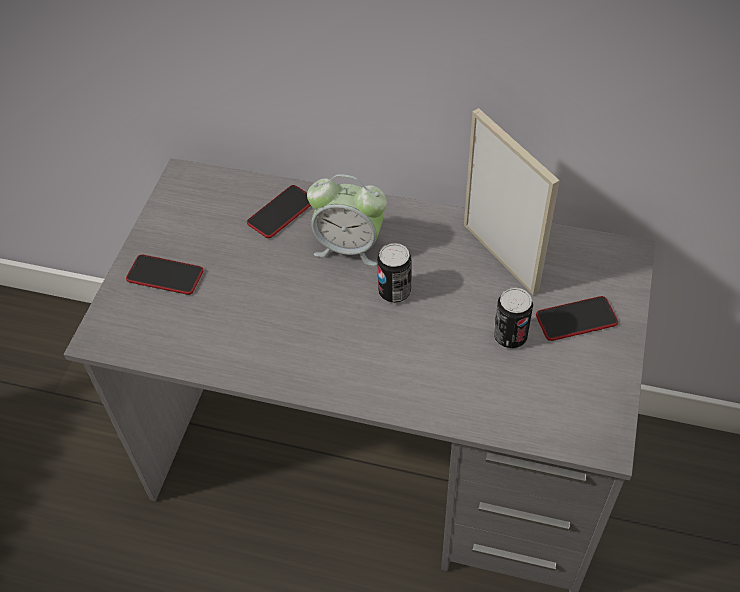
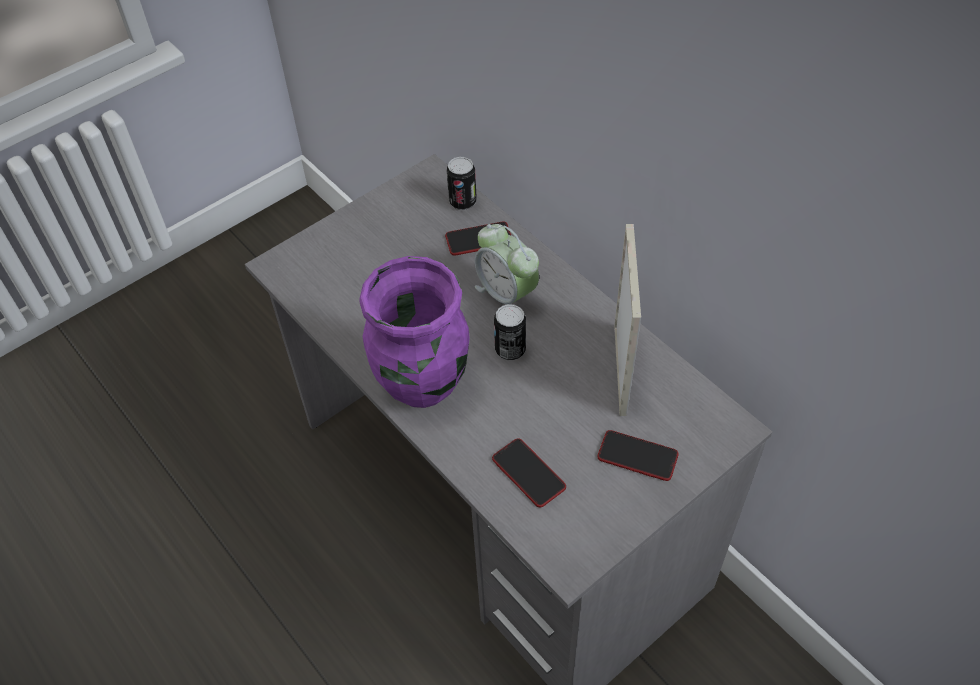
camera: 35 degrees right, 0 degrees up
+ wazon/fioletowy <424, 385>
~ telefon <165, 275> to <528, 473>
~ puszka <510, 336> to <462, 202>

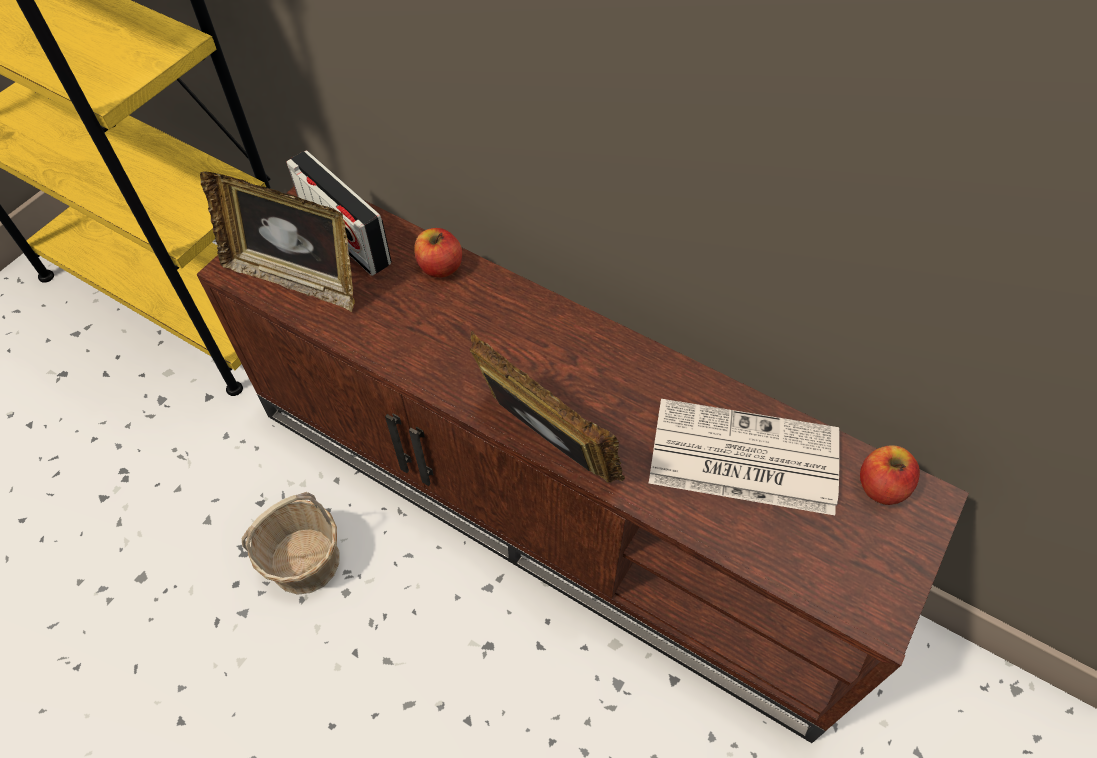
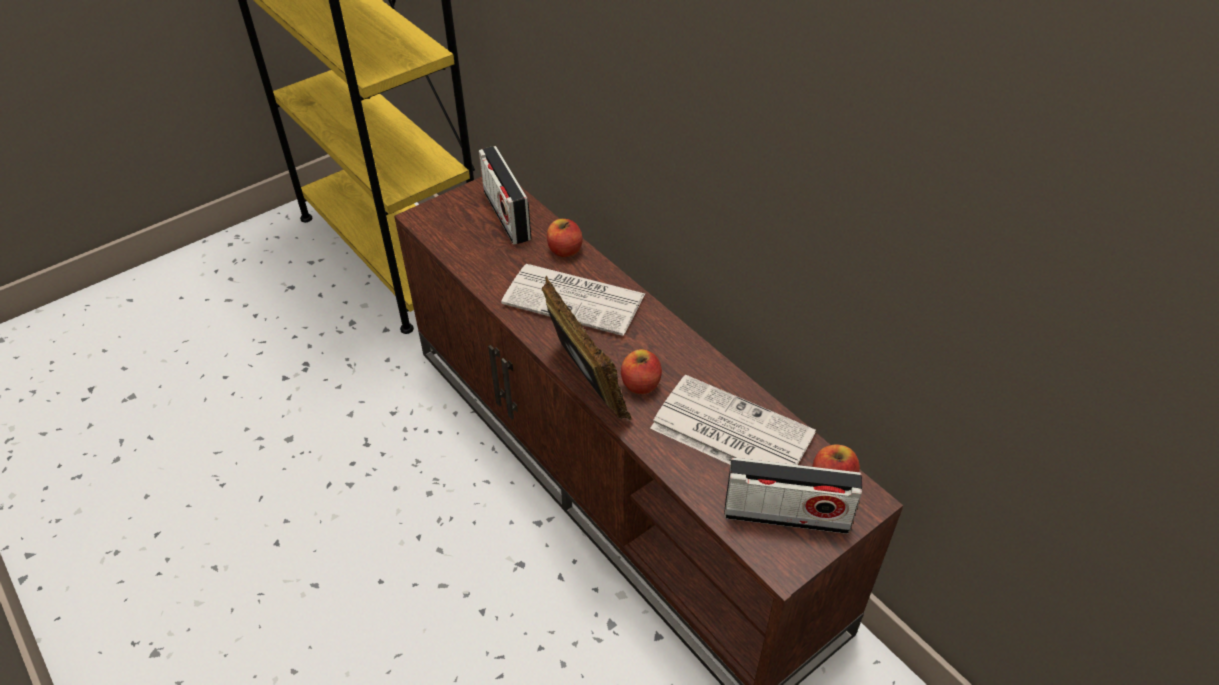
camera: 20 degrees right, 10 degrees down
- ramka na zdjęcie <295, 278>
- koszyk <306, 561>
+ gazeta <576, 299>
+ jabłko <640, 384>
+ radio <786, 516>

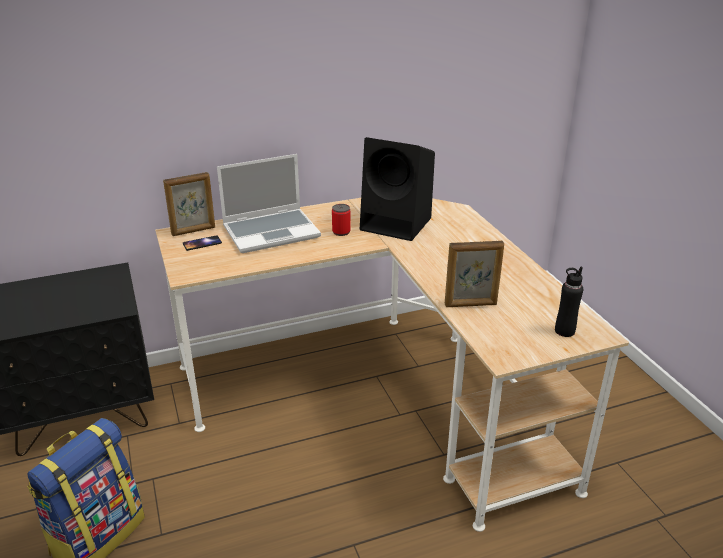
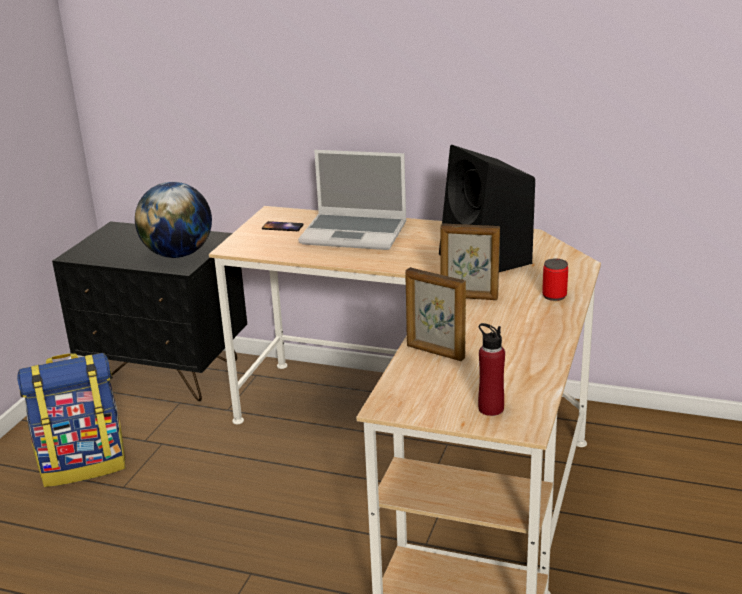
camera: 40 degrees right, 5 degrees down
+ globus <178, 254>
~ ramka na zdjęcie <194, 231> to <469, 297>
~ puszka <341, 232> to <554, 296>
~ butelka/czarny <564, 331> to butelka/czerwony <490, 408>

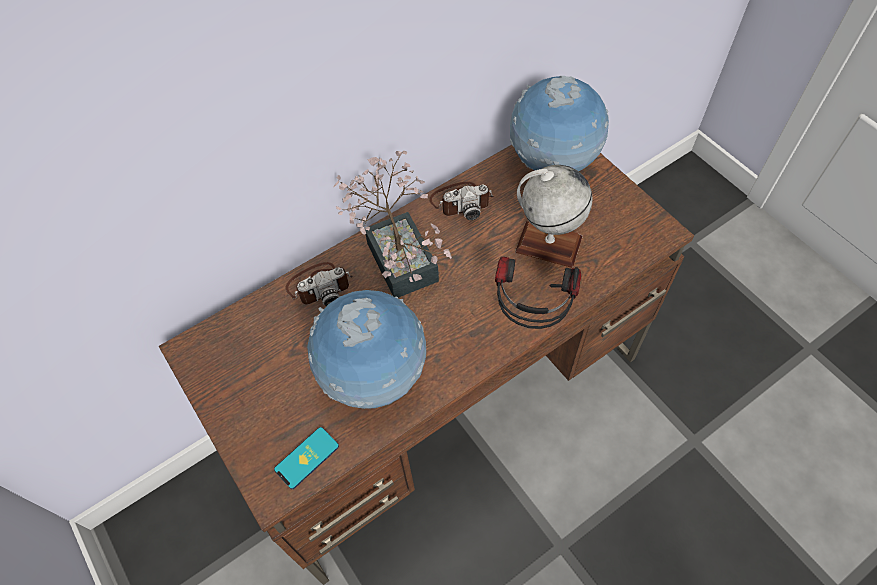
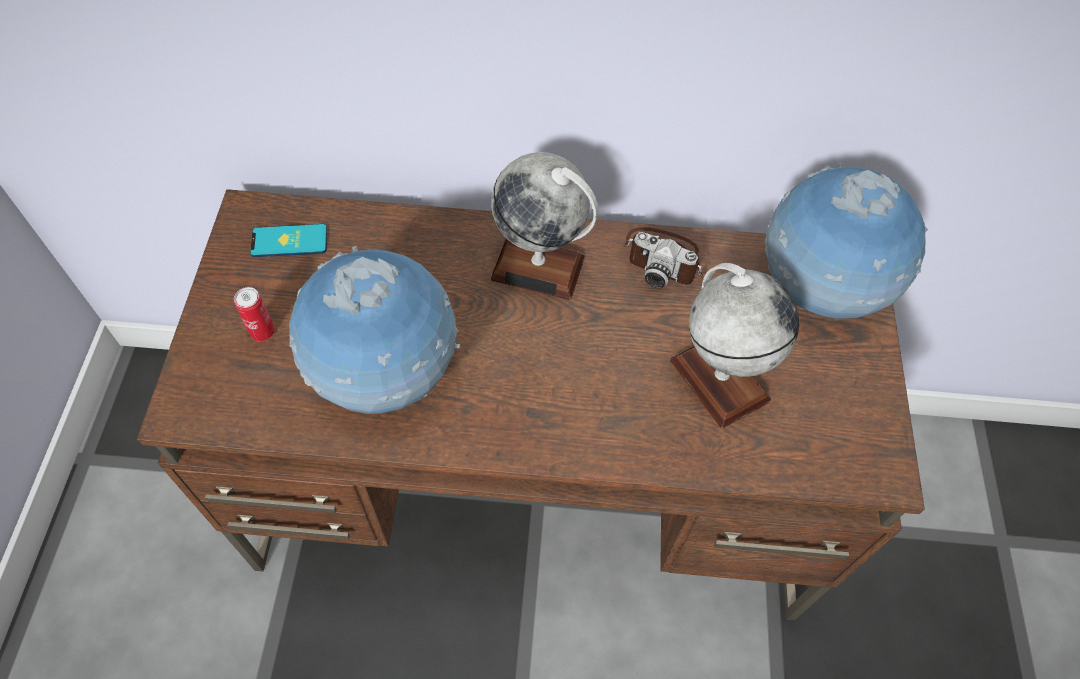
camera: 35 degrees right, 0 degrees up
- aparat fotograficzny <320, 285>
- słuchawki <531, 313>
+ puszka <262, 332>
~ telefon <307, 458> to <289, 241>
~ roślina doniczkowa <399, 254> to globus <538, 267>

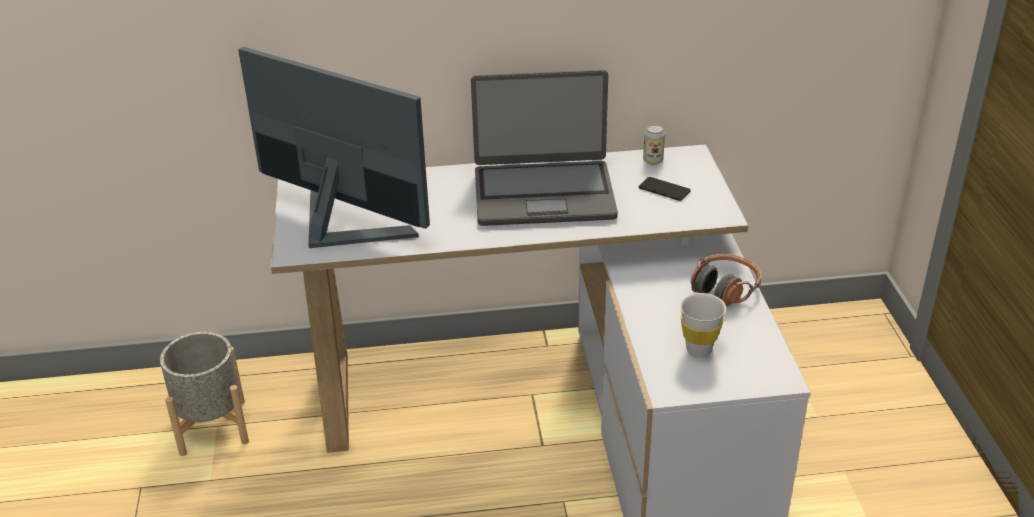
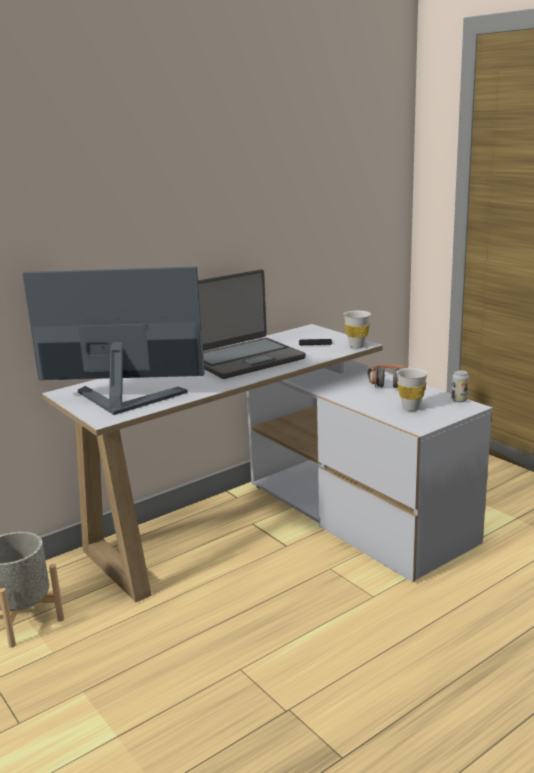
camera: 30 degrees left, 15 degrees down
+ filiżanka/biały <357, 346>
~ puszka <653, 161> to <459, 400>

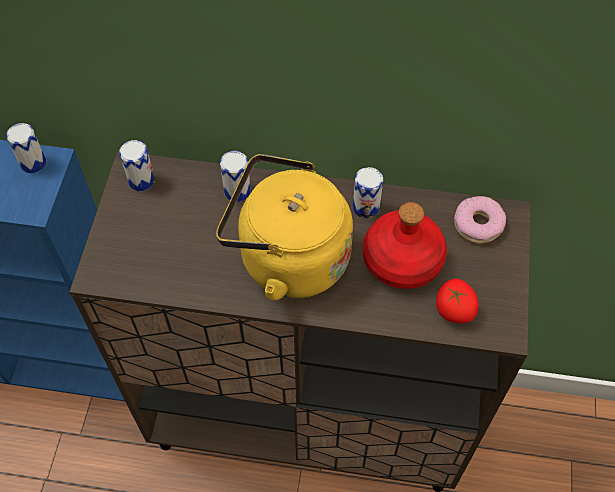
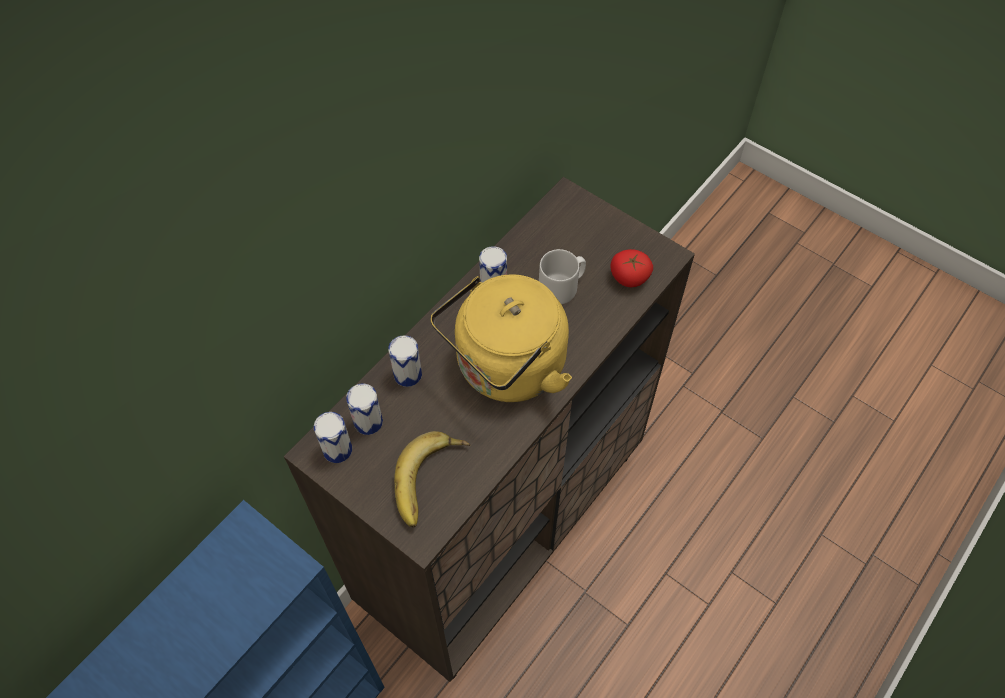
camera: 60 degrees left, 0 degrees up
- donut <477, 224>
+ banan <432, 482>
~ puszka <33, 163> to <368, 422>
~ butelka/czerwony <403, 260> to kubek/szary <562, 287>

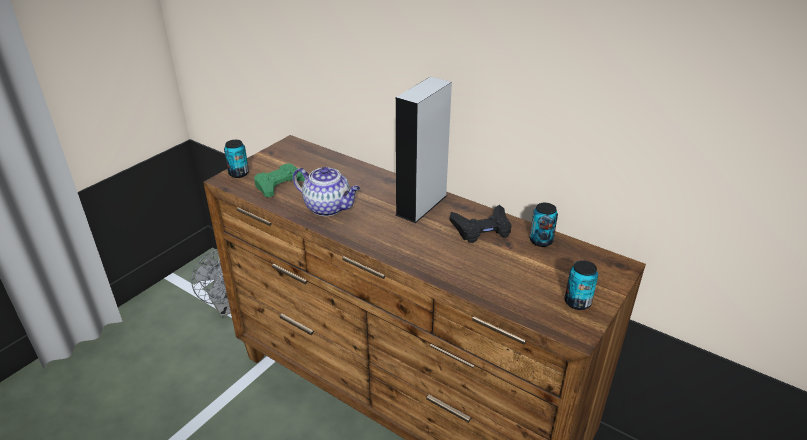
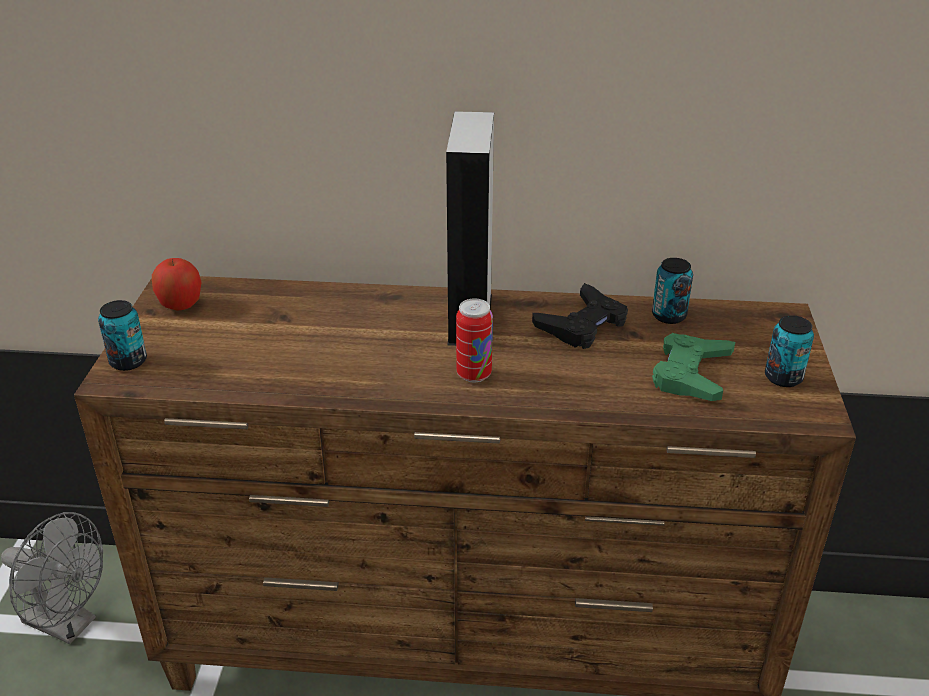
camera: 30 degrees left, 0 degrees up
- imbryk <328, 207>
+ jabłko <180, 305>
+ puszka <474, 374>
~ pad do gier/zielony <281, 185> to <691, 374>

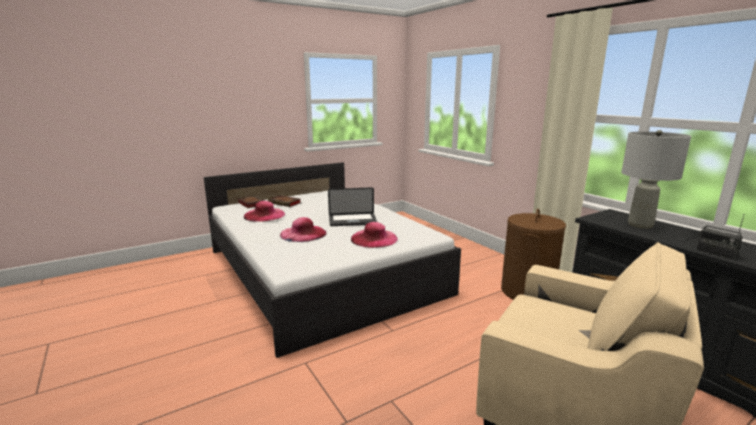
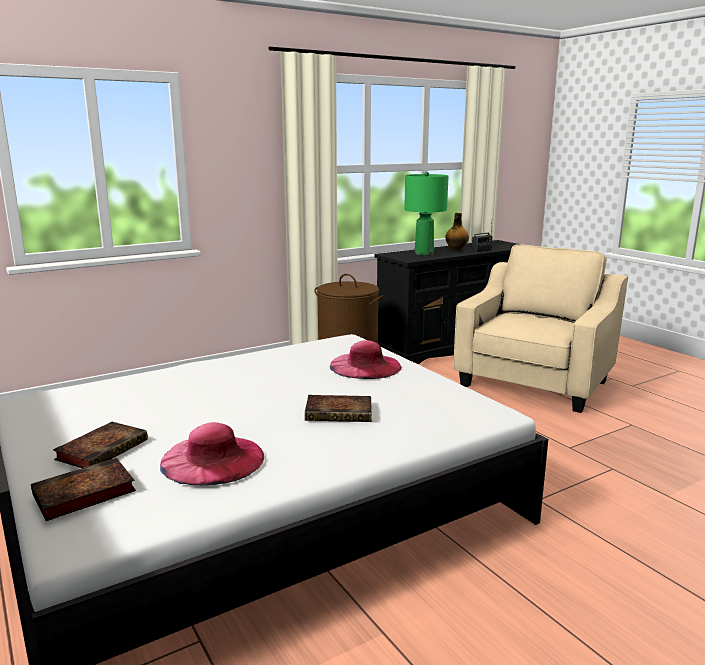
camera: 90 degrees left, 0 degrees up
- laptop <352, 221>
+ butelka <456, 250>
~ kapelusz/różowy <303, 233> to książka <340, 413>
~ lampa stołowa/szary <639, 225> to lampa stołowa/zielony <424, 254>

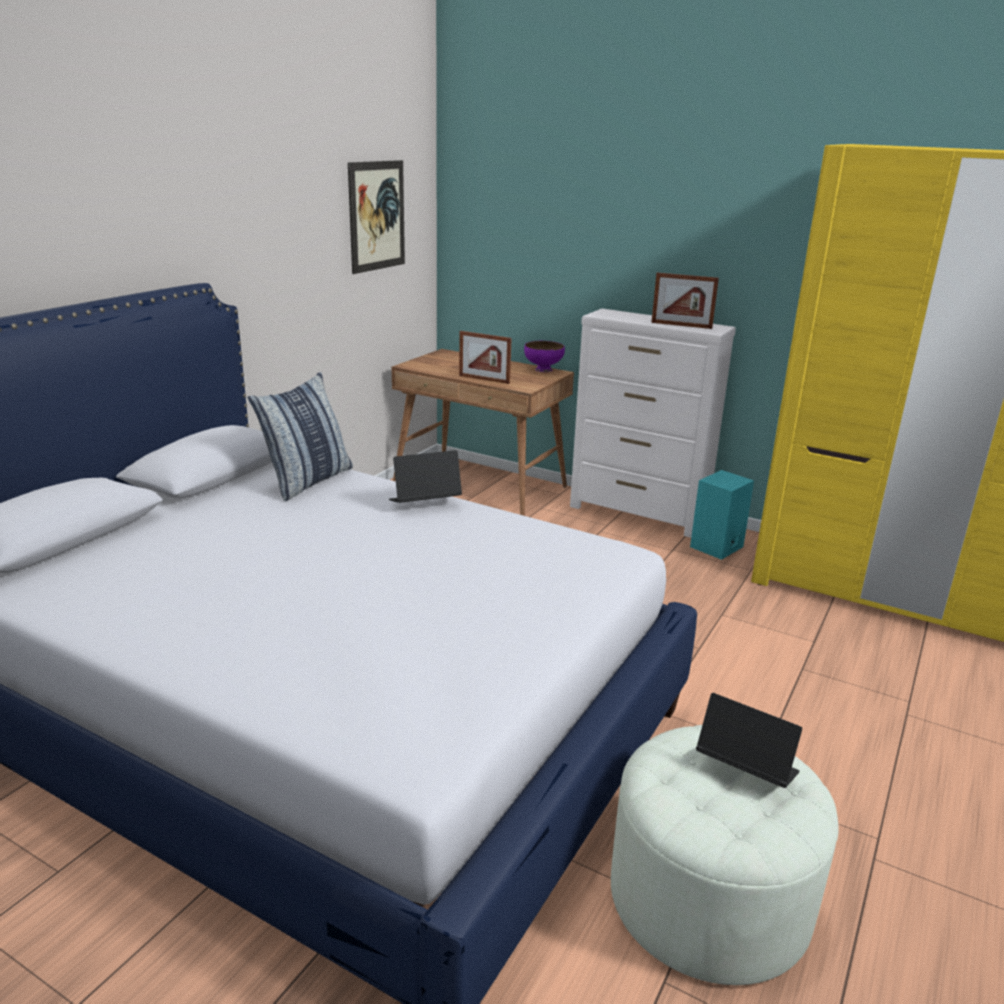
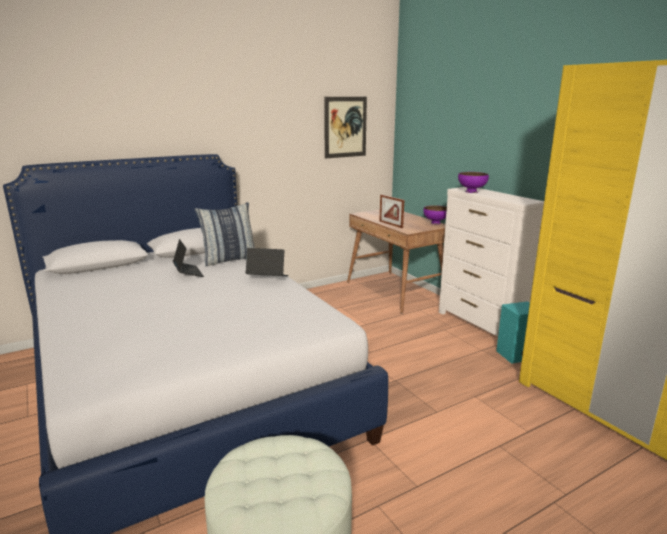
camera: 30 degrees right, 5 degrees down
- ramka na zdjęcie <681, 325>
+ miska/fioletowy <472, 192>
~ laptop <745, 769> to <188, 273>

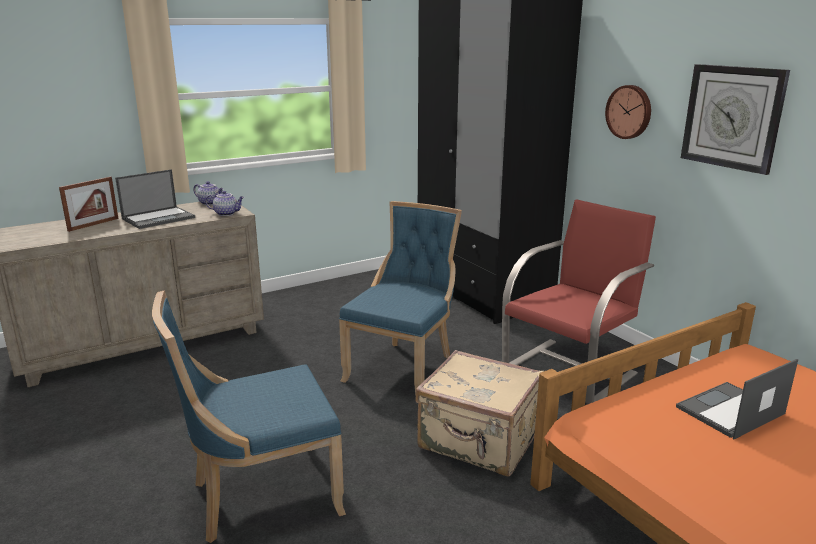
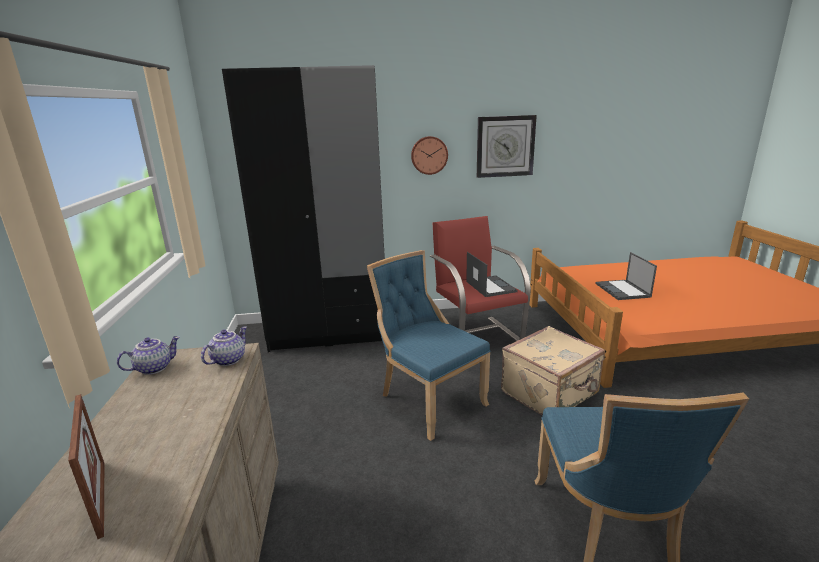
camera: 65 degrees left, 0 degrees up
~ laptop <159, 218> to <490, 286>

